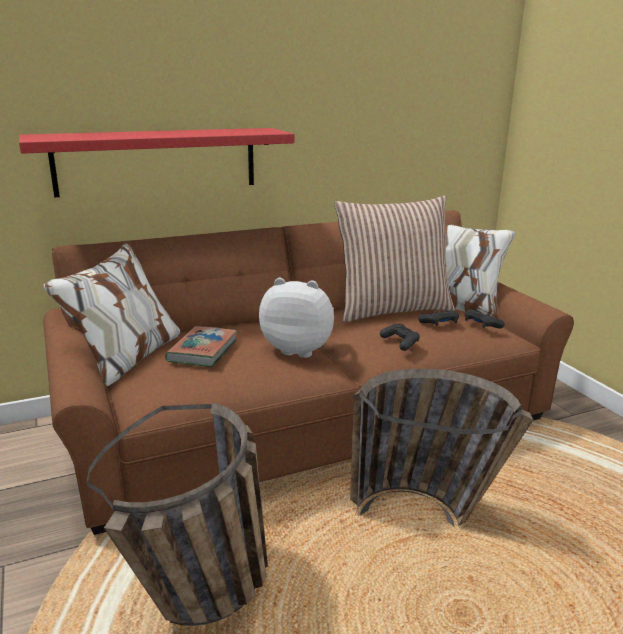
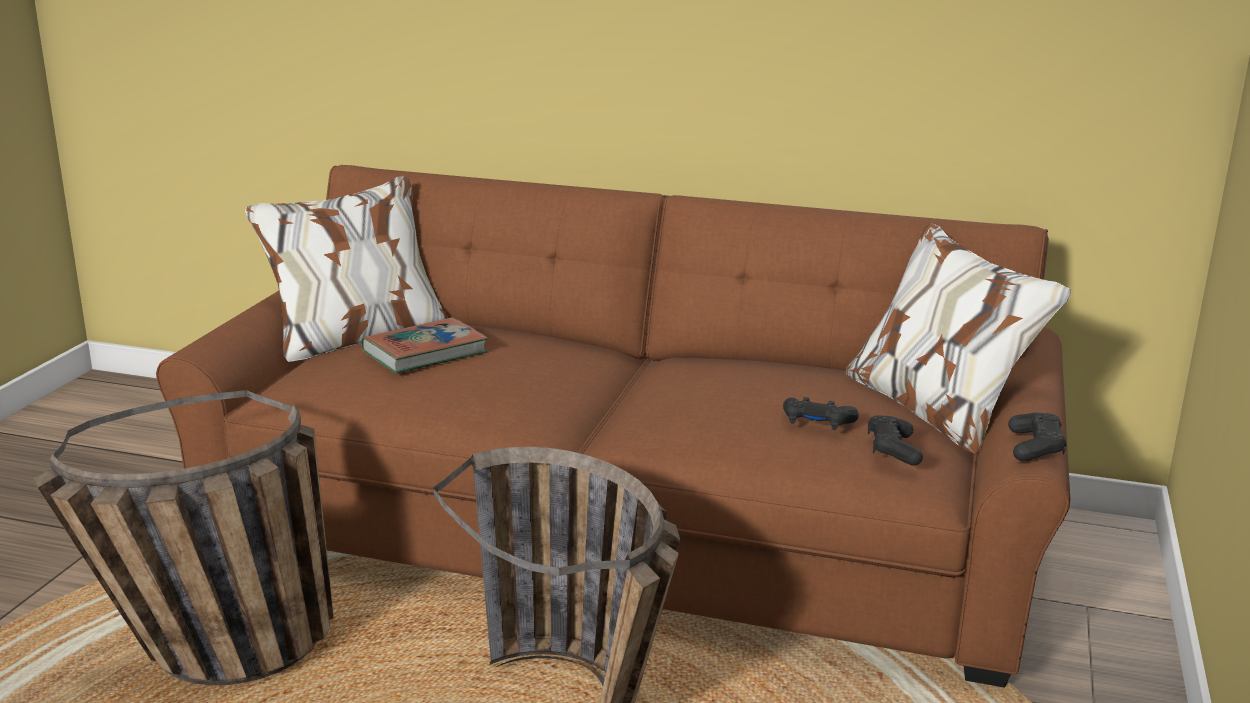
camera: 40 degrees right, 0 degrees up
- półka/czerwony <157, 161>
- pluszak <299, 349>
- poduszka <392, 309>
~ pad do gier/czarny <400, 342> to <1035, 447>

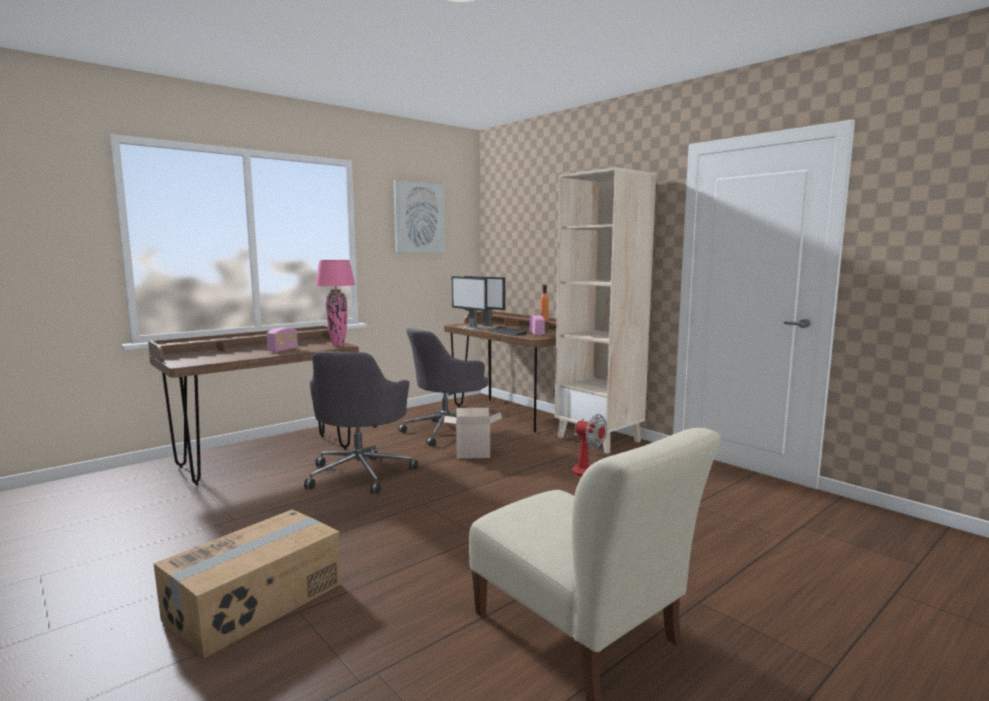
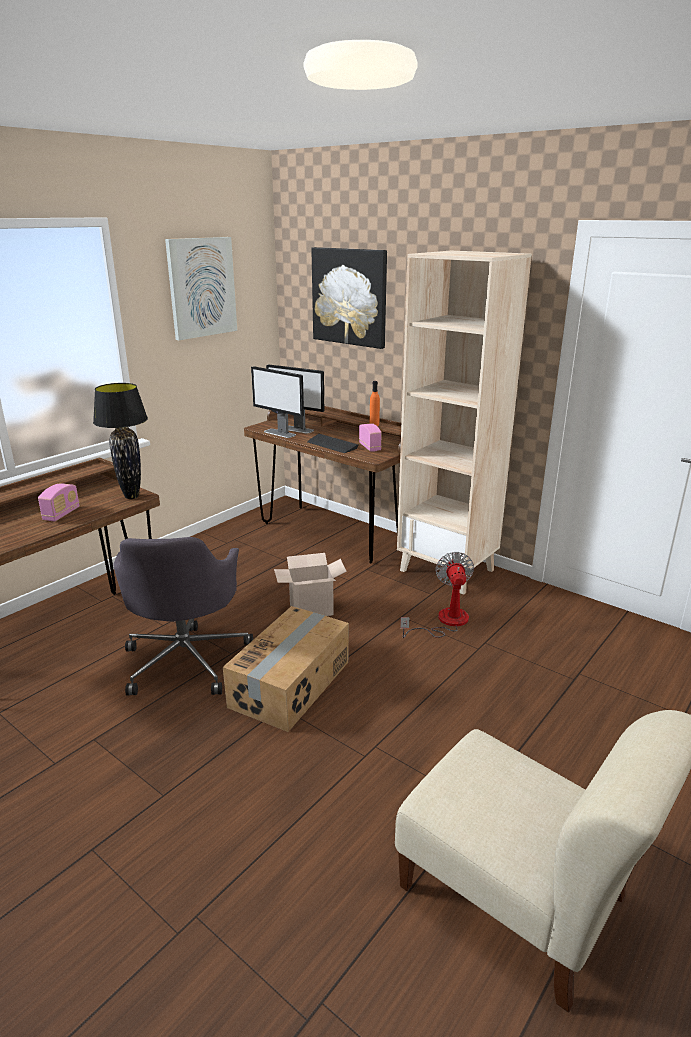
camera: 10 degrees left, 15 degrees up
- krzesło biurowe/szary <446, 431>
+ obraz <350, 297>
~ karton <256, 601> to <291, 684>
~ lampa stołowa/różowy <338, 346> to lampa stołowa/czarny <131, 496>
~ wentylator <584, 467> = <444, 622> 120 degrees counterclockwise

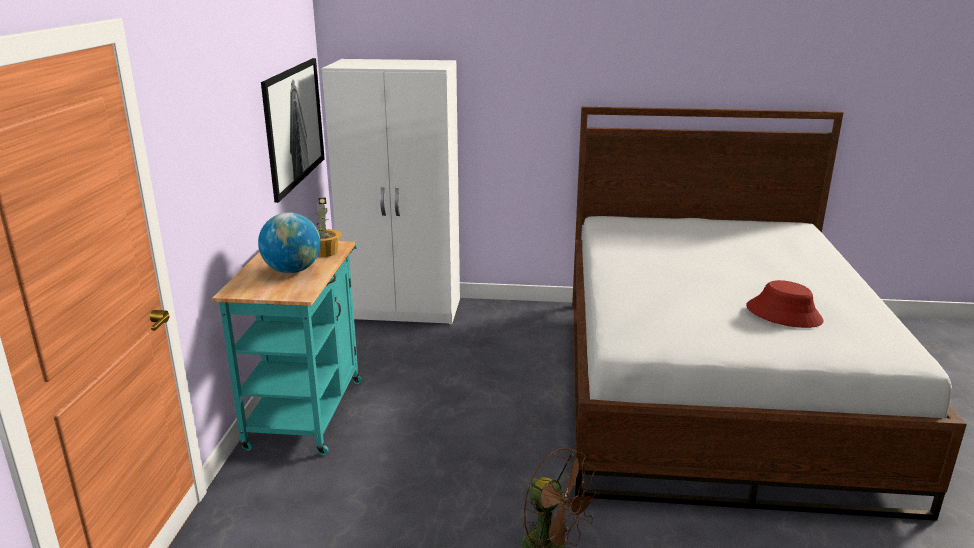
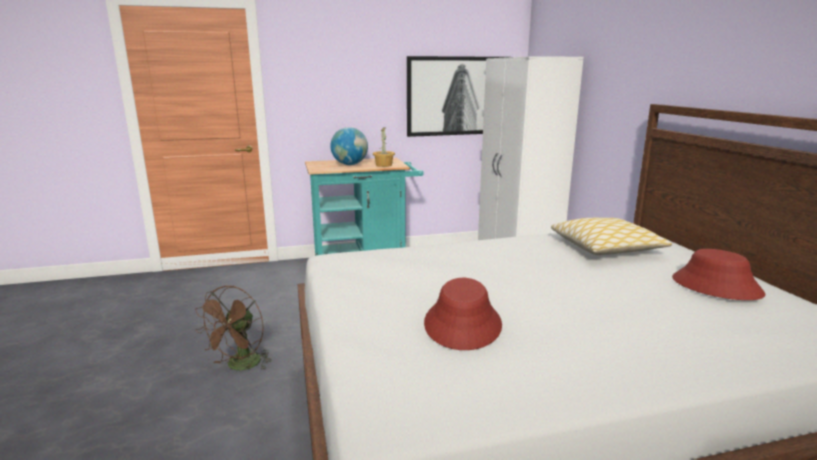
camera: 70 degrees right, 5 degrees down
+ poduszka <605, 248>
+ kapelusz/czerwony <715, 286>

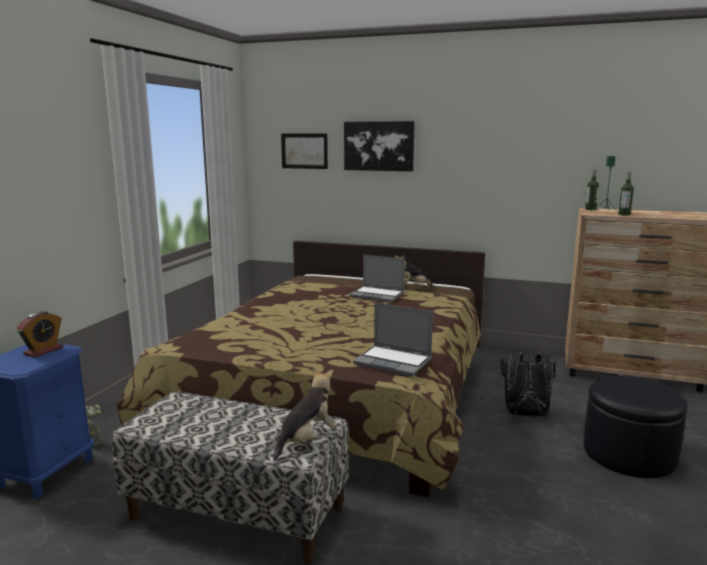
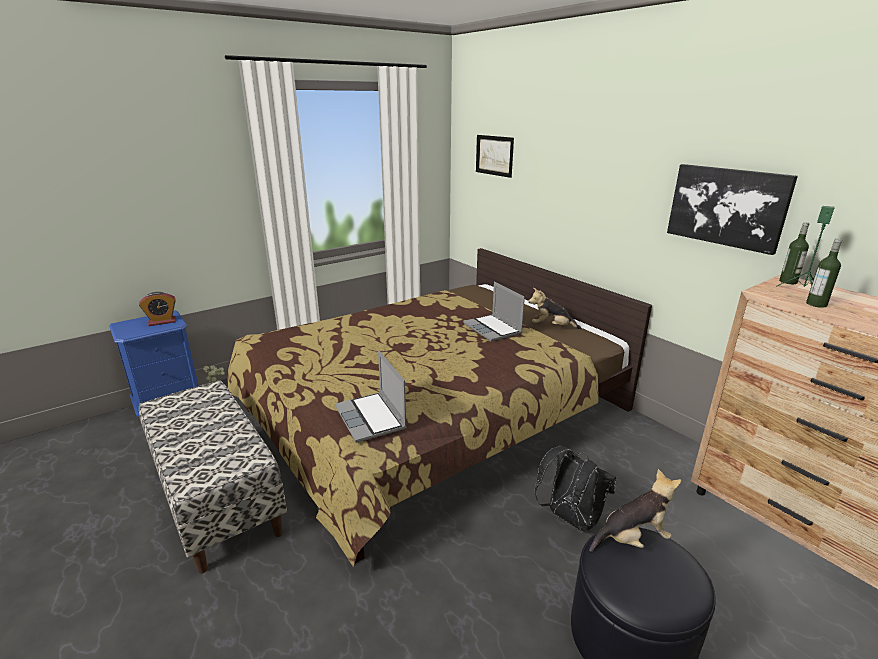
camera: 35 degrees right, 10 degrees up
~ pluszak <307, 440> to <632, 538>
~ obraz <379, 146> to <727, 206>

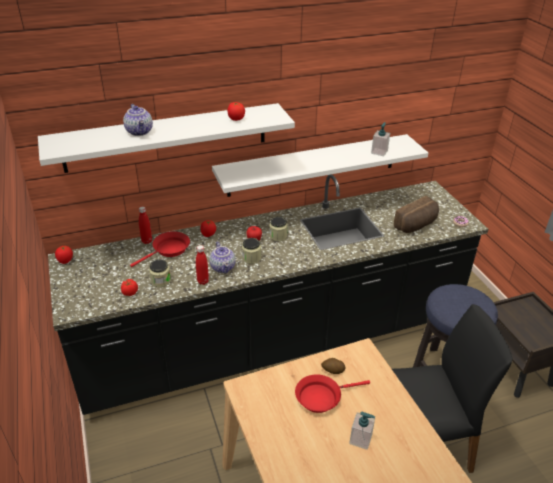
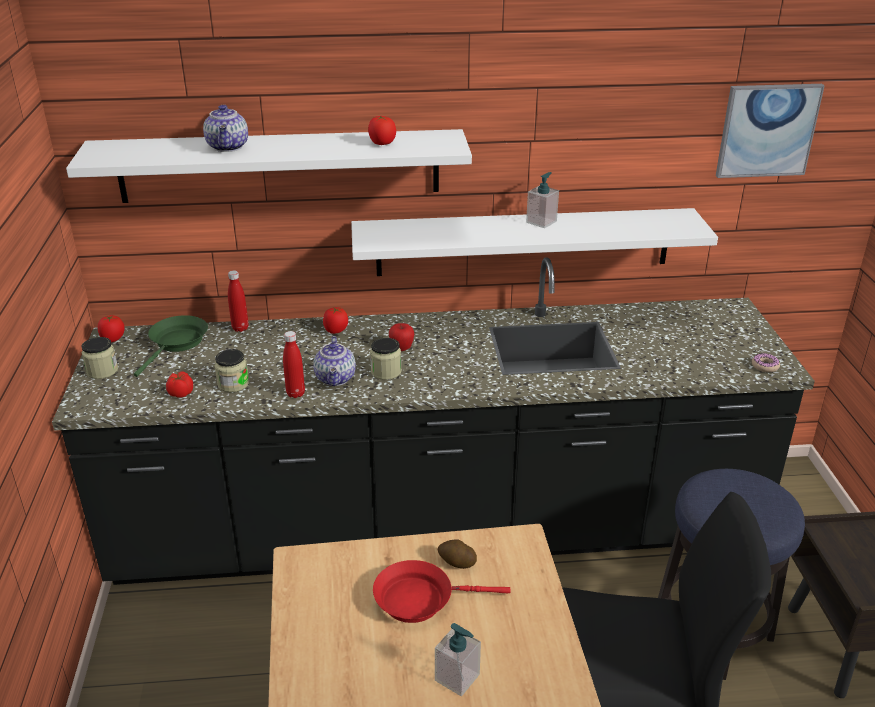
camera: 15 degrees right, 5 degrees down
- patelnia/czerwony <168, 250>
- chleb <416, 225>
+ patelnia/zielony <177, 343>
+ obraz <767, 130>
~ słoik <278, 236> to <102, 371>
~ dozownik mydła <379, 152> to <541, 222>

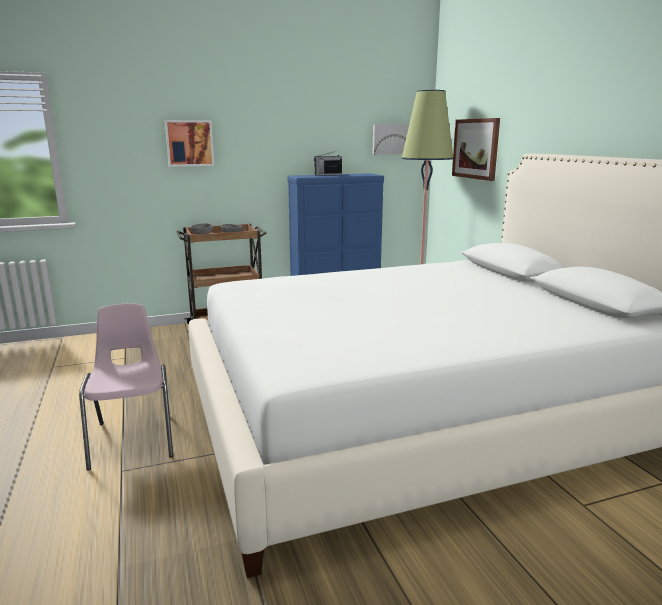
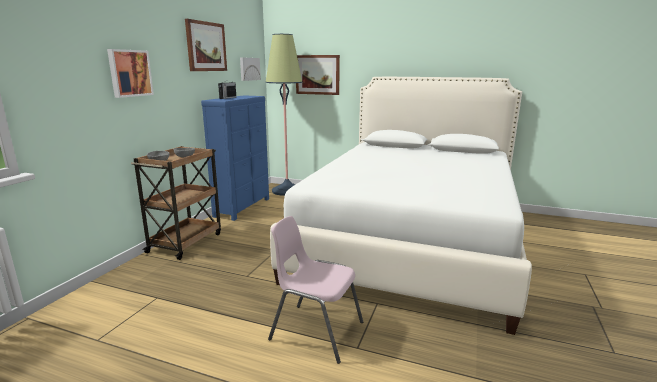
camera: 50 degrees left, 0 degrees up
+ obraz <206, 46>

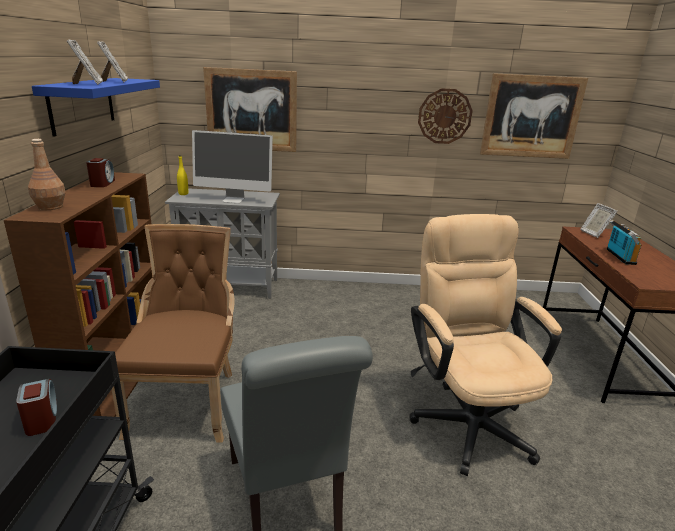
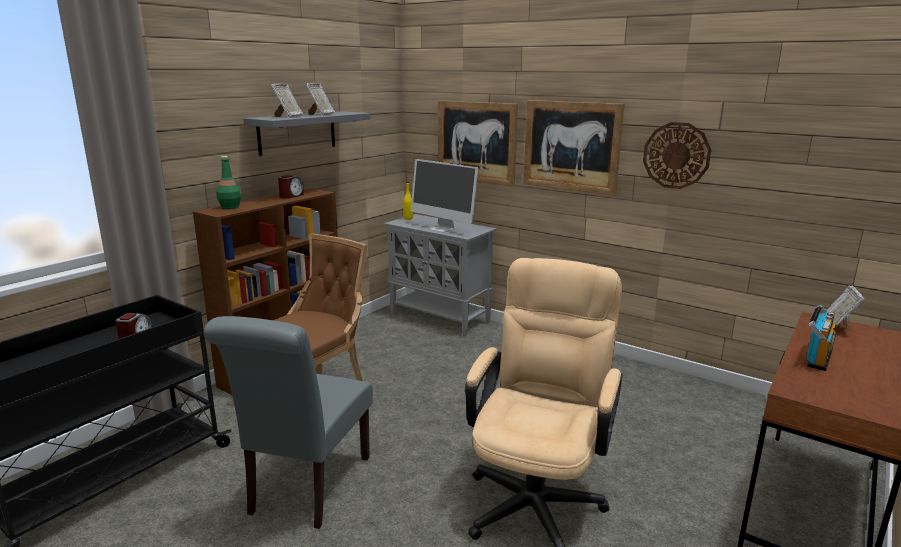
camera: 35 degrees right, 5 degrees down
~ obraz <531, 117> to <571, 146>
~ butelka/brązowy <50, 207> to butelka/zielony <230, 207>
~ półka/niebieski <82, 104> to półka/szary <297, 132>

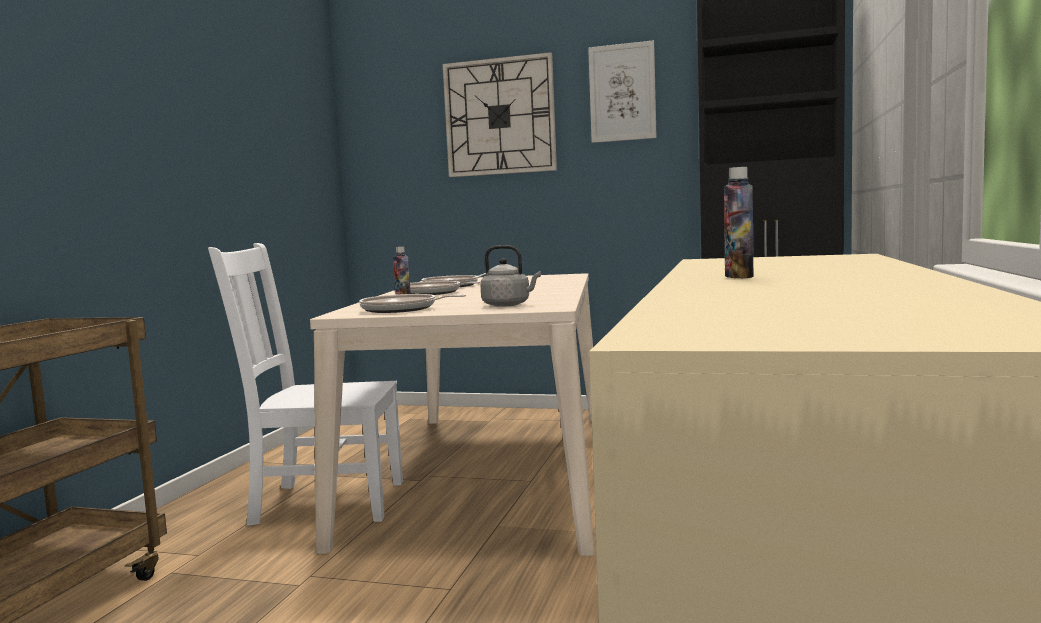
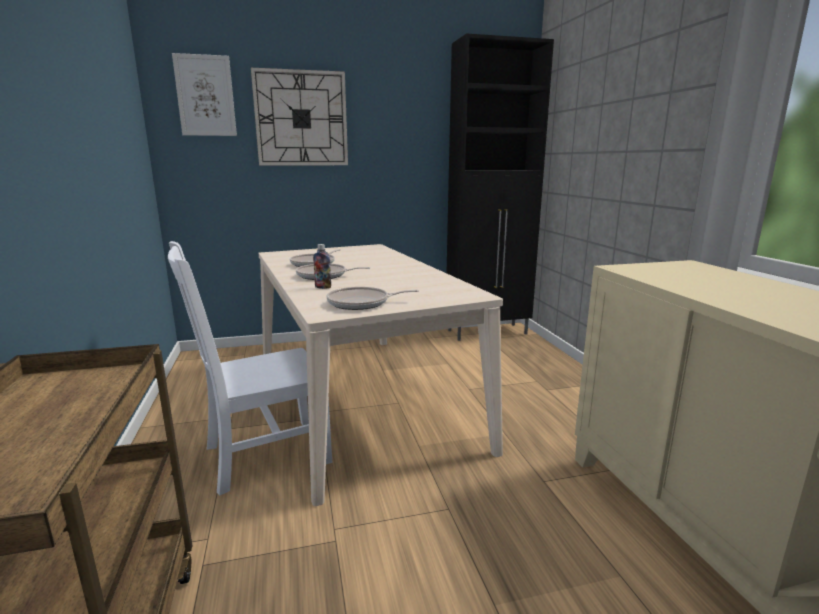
camera: 30 degrees left, 10 degrees up
- czajnik/szary <508, 305>
- butelka <739, 277>
~ obraz <622, 92> to <205, 96>

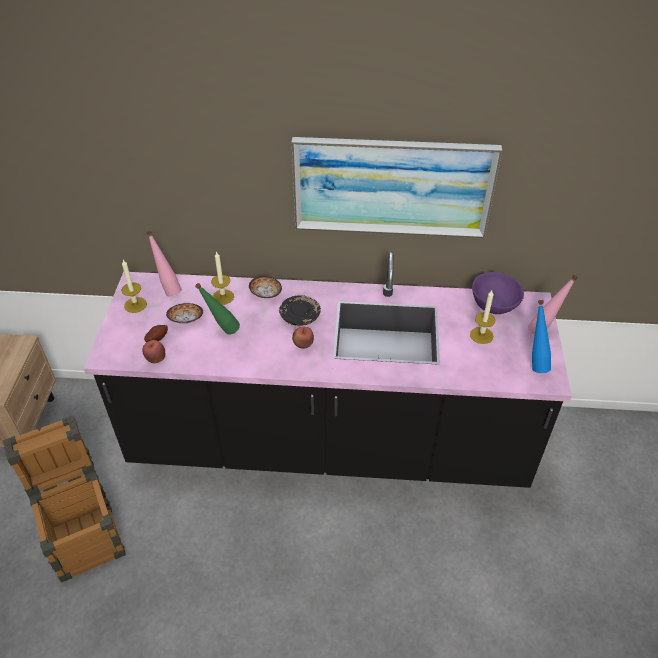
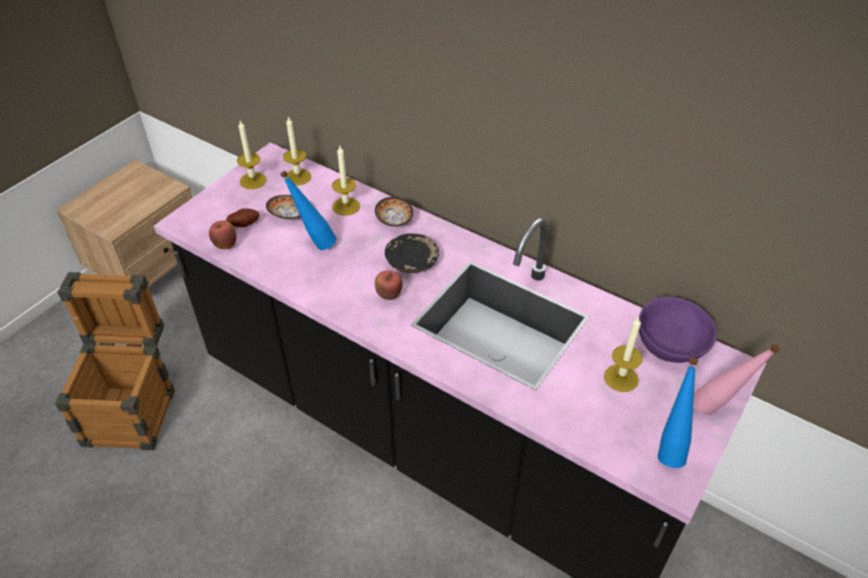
camera: 30 degrees right, 0 degrees up
- obraz <392, 187>
~ butelka/różowy <168, 289> to świeca <298, 177>
~ butelka/zielony <222, 332> to butelka/niebieski <314, 244>

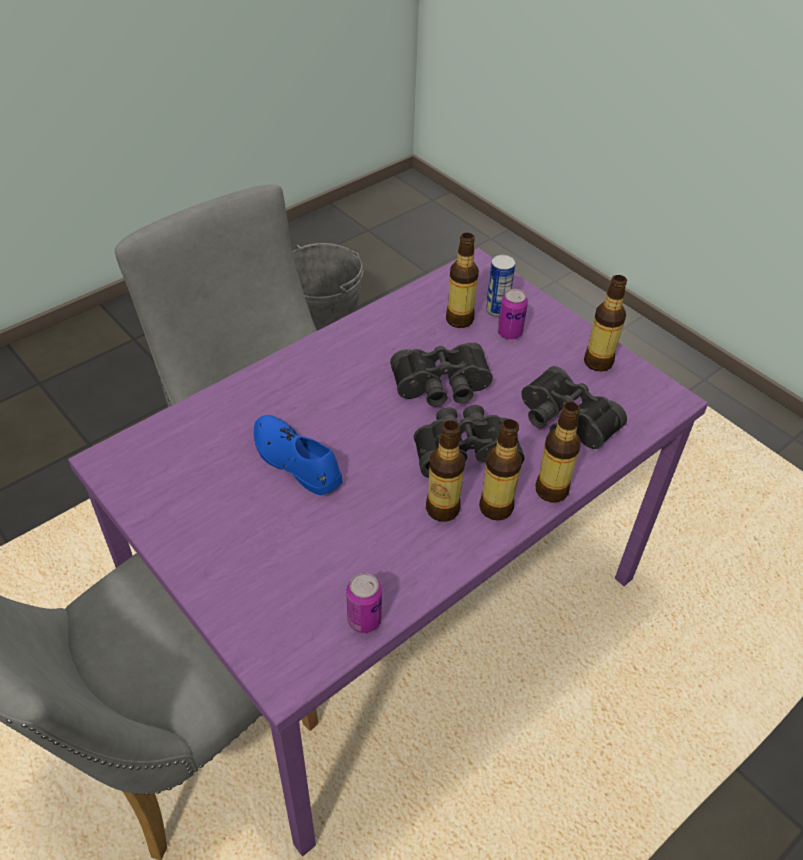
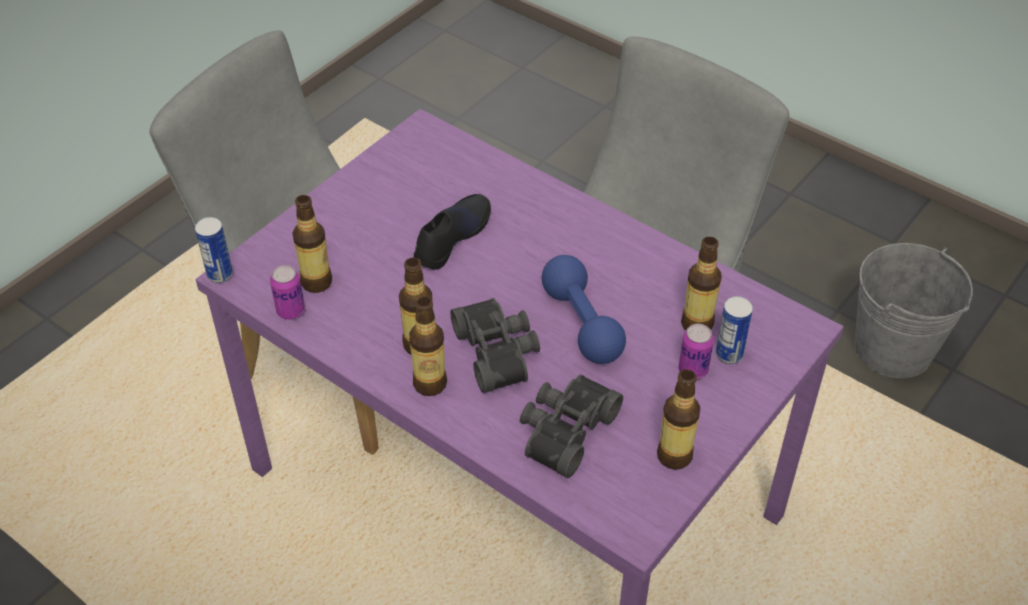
camera: 80 degrees right, 0 degrees up
+ puszka <220, 274>
~ butelka <551, 490> to <316, 282>
~ lornetka/czarny <442, 388> to hantel/niebieski <581, 323>
~ but/niebieski <296, 461> to but/czarny <452, 237>

